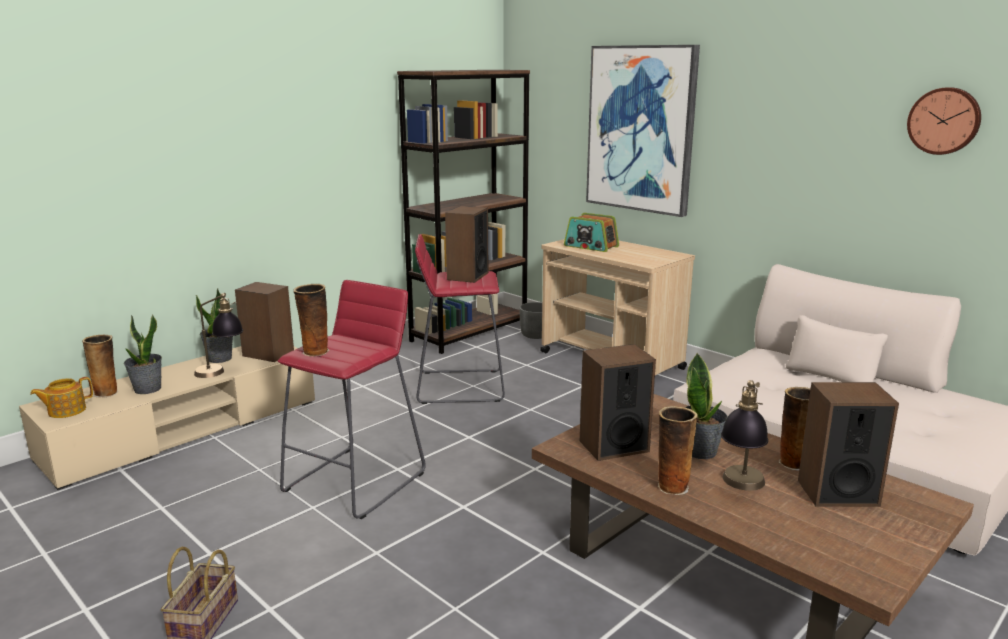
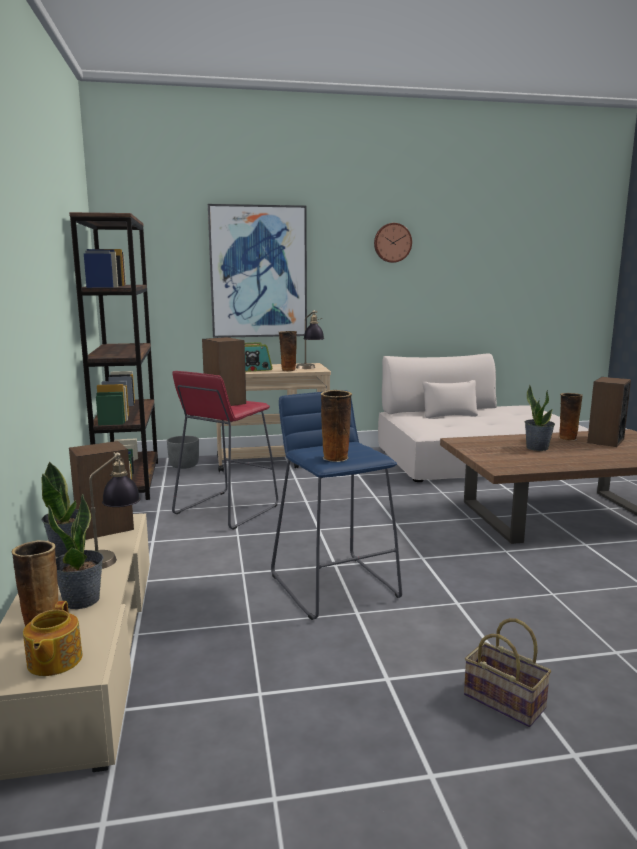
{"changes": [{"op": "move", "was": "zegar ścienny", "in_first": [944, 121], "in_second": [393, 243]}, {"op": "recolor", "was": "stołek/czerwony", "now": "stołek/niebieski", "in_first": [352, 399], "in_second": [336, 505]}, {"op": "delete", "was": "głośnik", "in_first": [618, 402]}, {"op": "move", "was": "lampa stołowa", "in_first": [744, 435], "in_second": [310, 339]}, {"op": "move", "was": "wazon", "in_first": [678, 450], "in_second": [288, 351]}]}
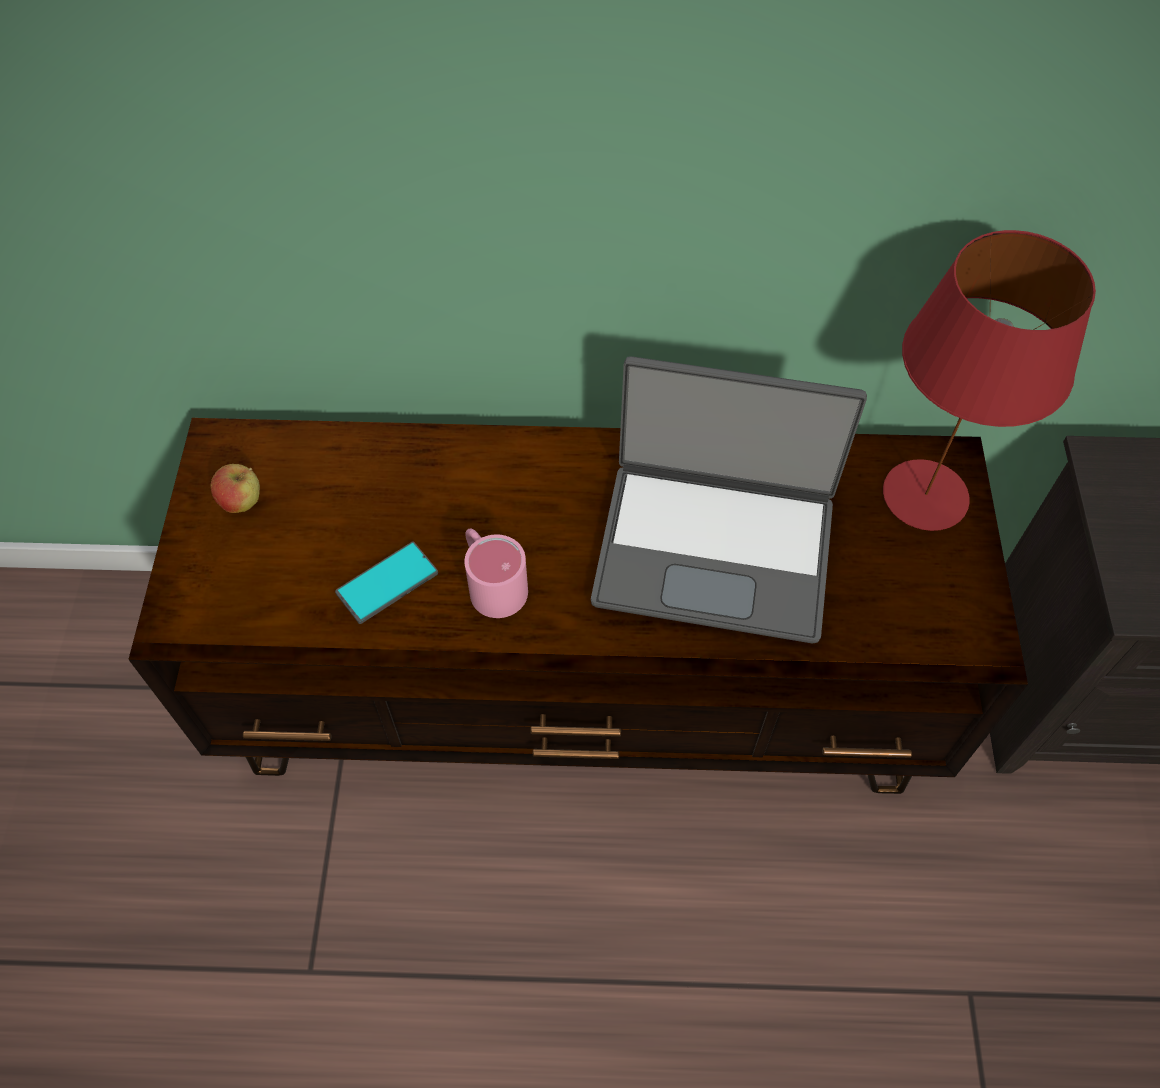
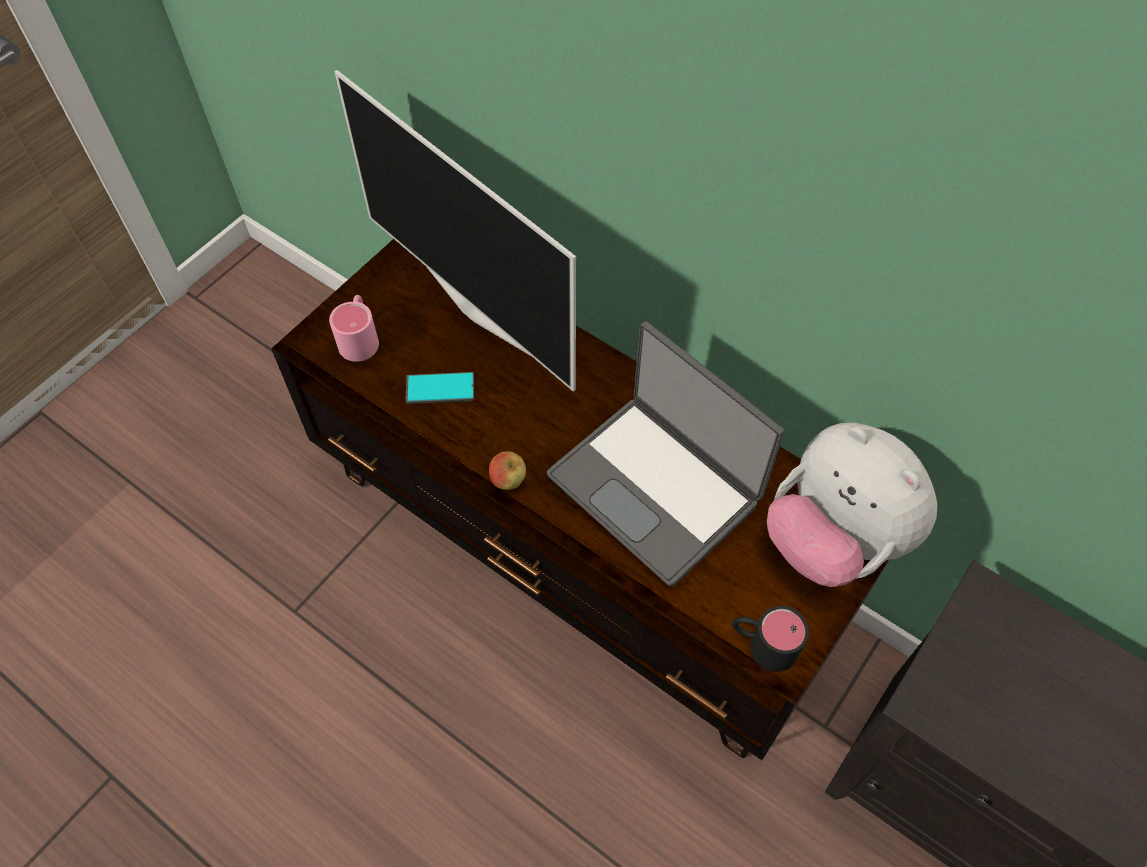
{"changes": [{"op": "replace", "was": "lampa stołowa/czerwony", "now": "pluszak", "in_first": [989, 380], "in_second": [852, 505]}, {"op": "move", "was": "jabłko", "in_first": [235, 488], "in_second": [507, 470]}, {"op": "move", "was": "kubek/różowy", "in_first": [496, 573], "in_second": [354, 328]}, {"op": "insert", "now": "telewizor", "in_second": [455, 231]}, {"op": "insert", "now": "kubek/czarny", "in_second": [770, 639]}]}
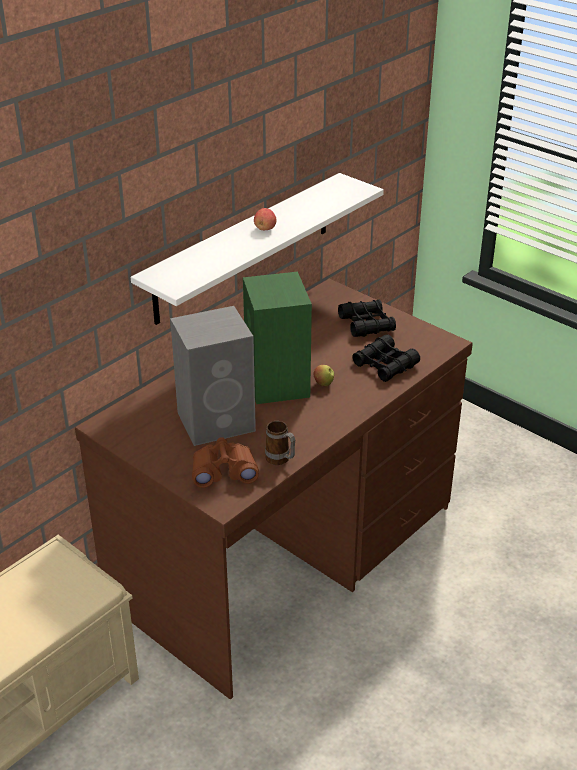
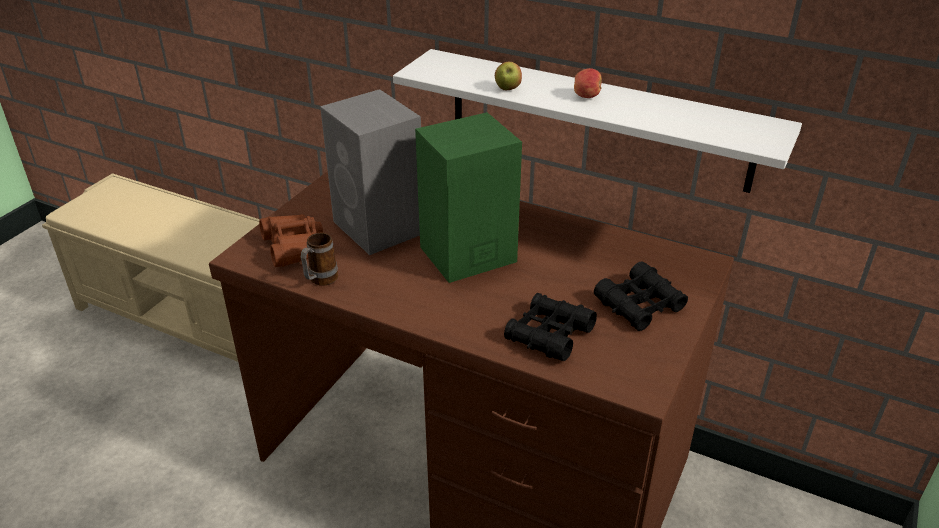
{"changes": [{"op": "move", "was": "jabłko", "in_first": [323, 375], "in_second": [508, 76]}]}
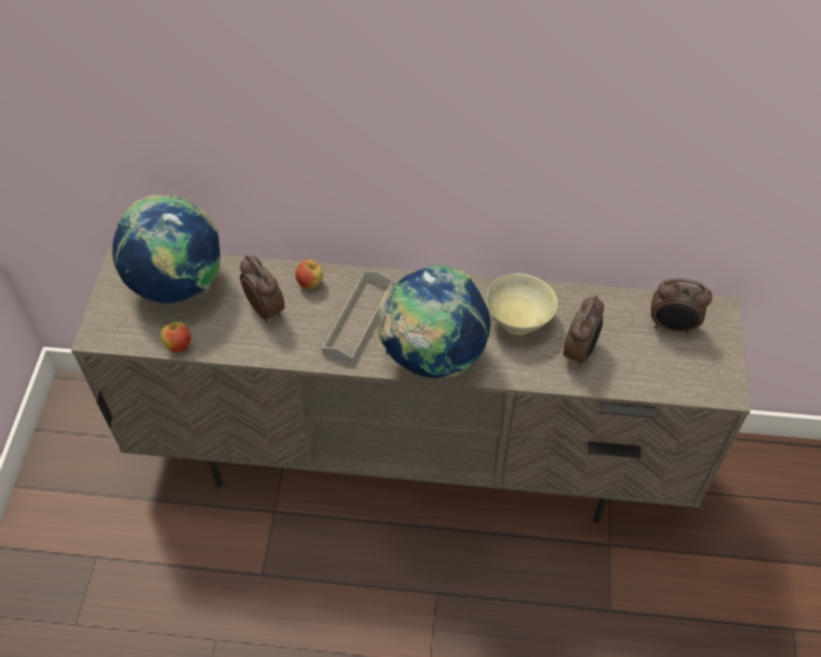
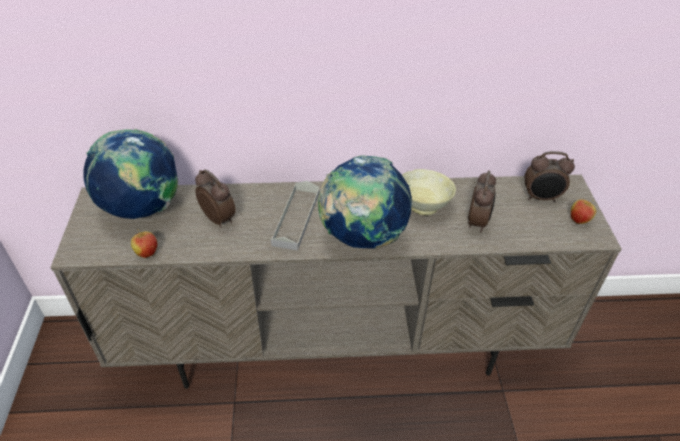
{"changes": [{"op": "move", "was": "jabłko", "in_first": [309, 274], "in_second": [583, 211]}]}
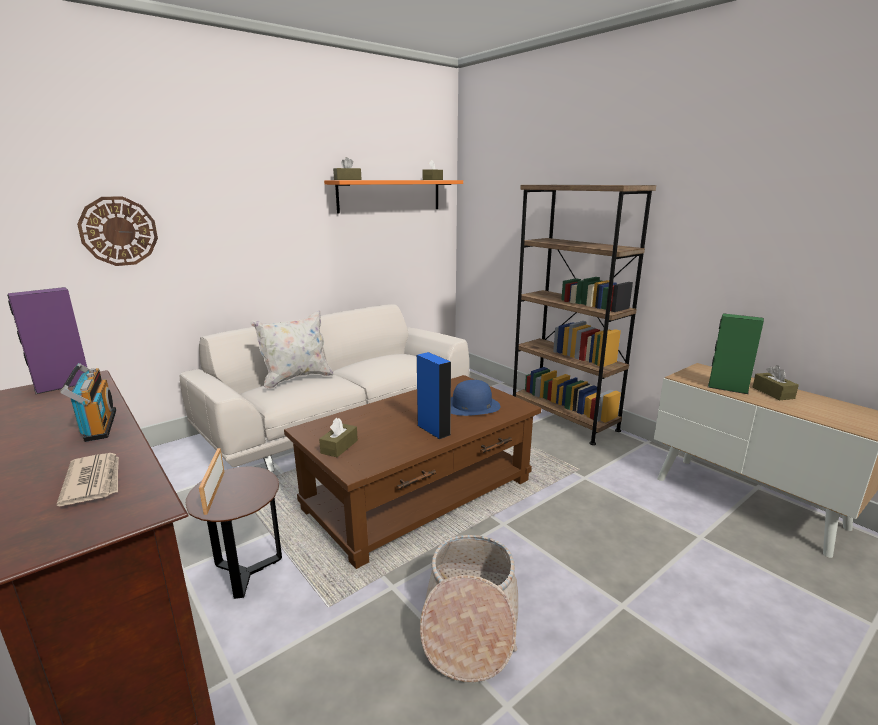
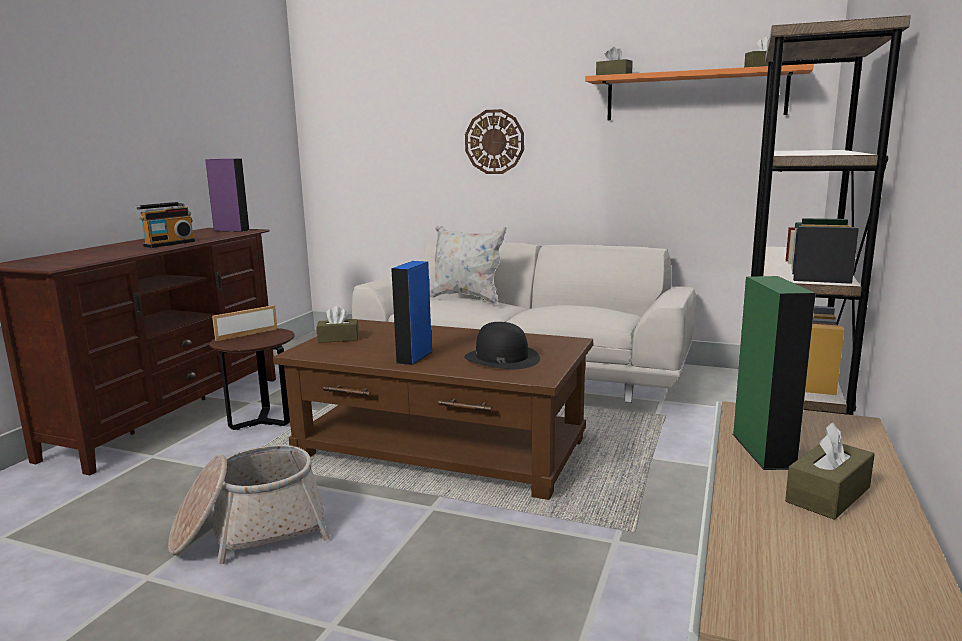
{"changes": [{"op": "move", "was": "zegar ścienny", "in_first": [117, 231], "in_second": [494, 141]}, {"op": "recolor", "was": "kapelusz/niebieski", "now": "kapelusz/czarny", "in_first": [476, 398], "in_second": [502, 345]}, {"op": "delete", "was": "gazeta", "in_first": [88, 479]}]}
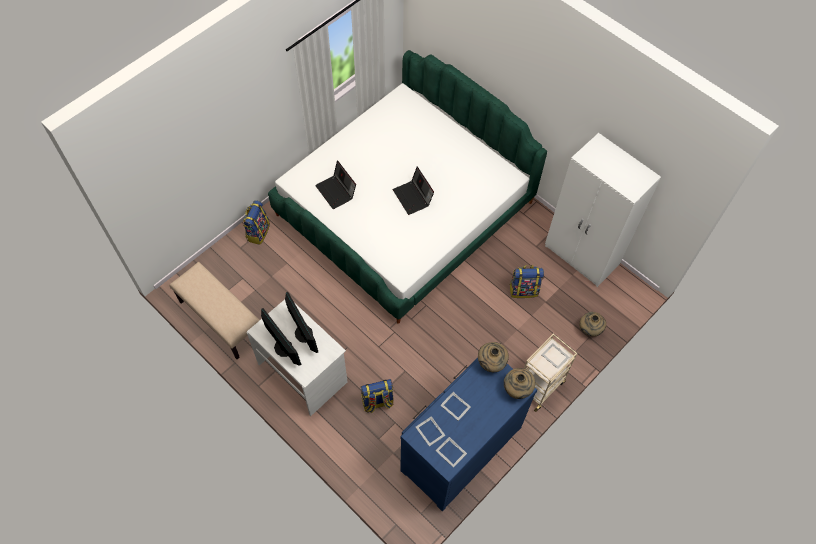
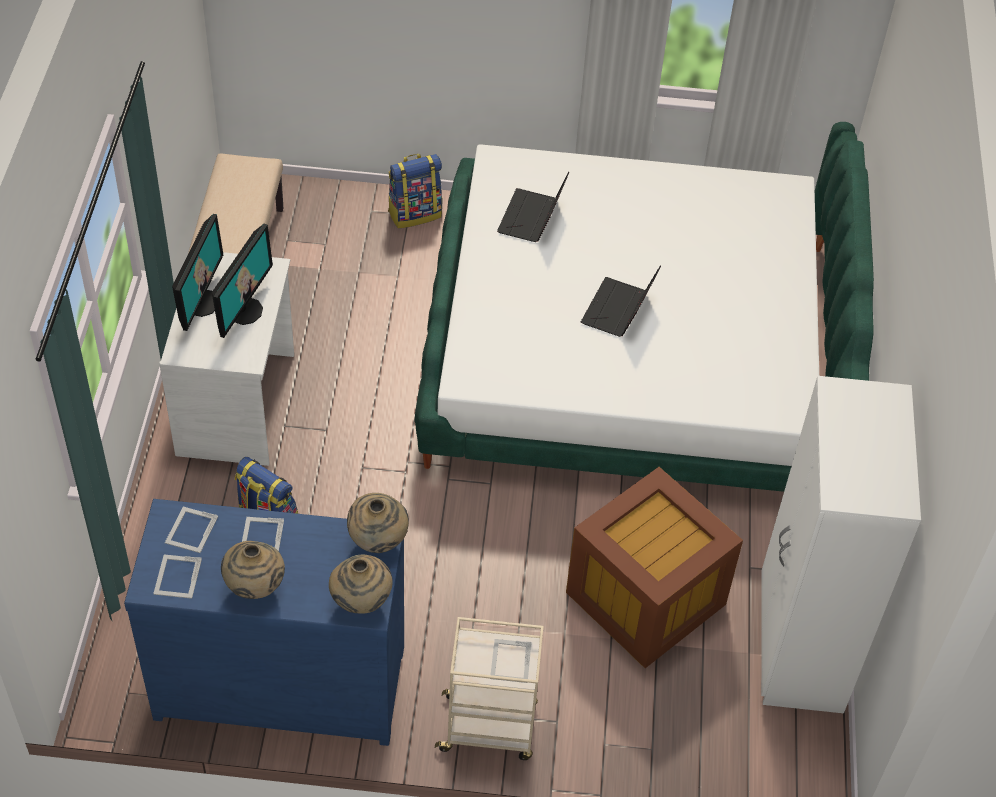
{"changes": [{"op": "replace", "was": "plecak", "now": "pojemnik do przechowywania/brązowy", "in_first": [527, 281], "in_second": [654, 567]}, {"op": "move", "was": "wazon/beżowy", "in_first": [592, 324], "in_second": [253, 570]}]}
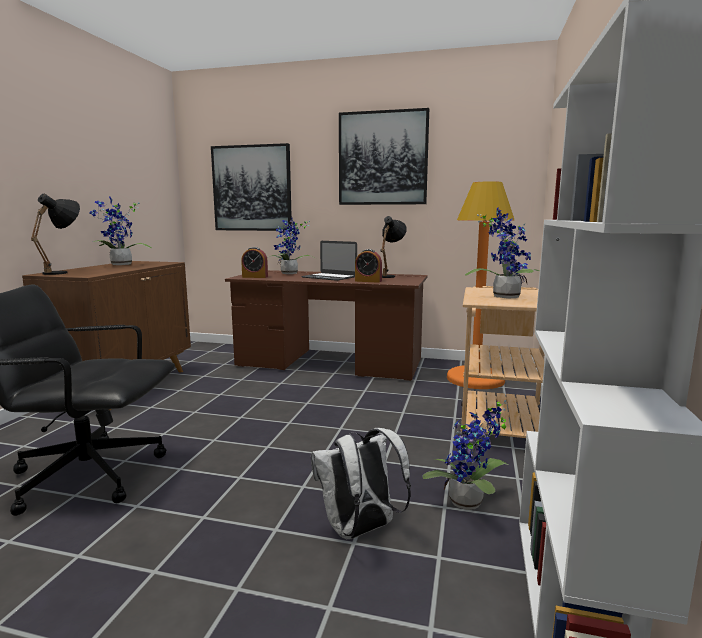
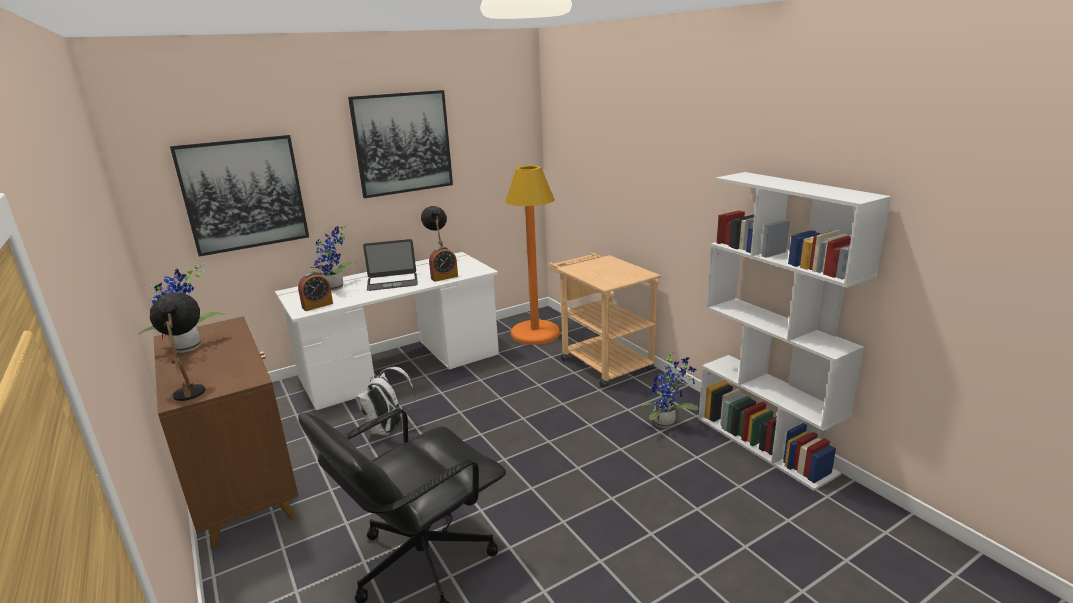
{"changes": [{"op": "delete", "was": "roślina doniczkowa", "in_first": [502, 253]}, {"op": "recolor", "was": "biurko/brązowy", "now": "biurko/biały", "in_first": [326, 325], "in_second": [387, 331]}, {"op": "move", "was": "plecak/biały", "in_first": [361, 483], "in_second": [386, 401]}]}
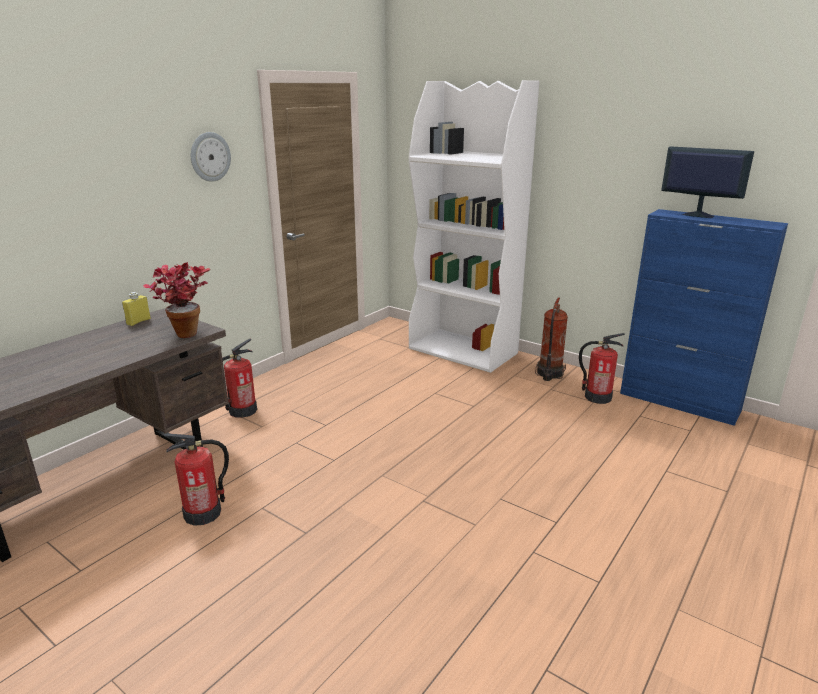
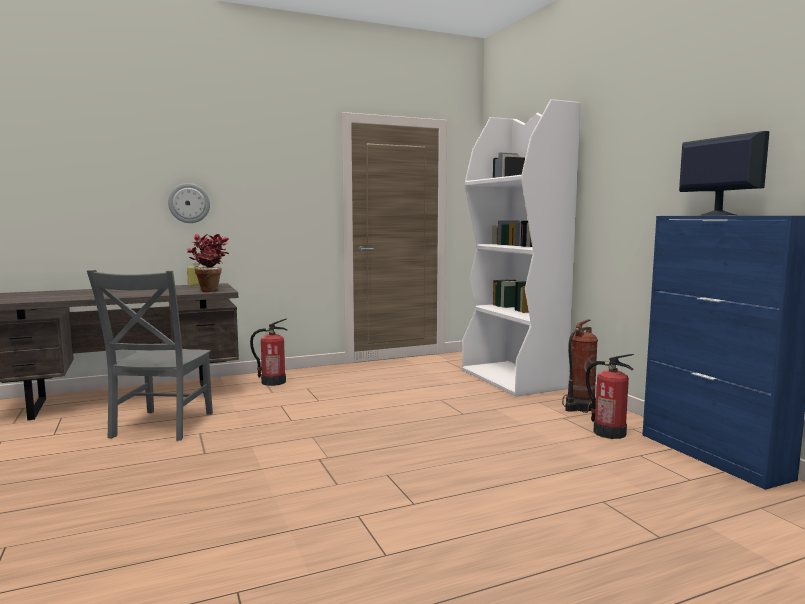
{"changes": [{"op": "move", "was": "zegar ścienny", "in_first": [211, 157], "in_second": [189, 203]}, {"op": "replace", "was": "gaśnica", "now": "krzesło/szary", "in_first": [196, 480], "in_second": [150, 355]}]}
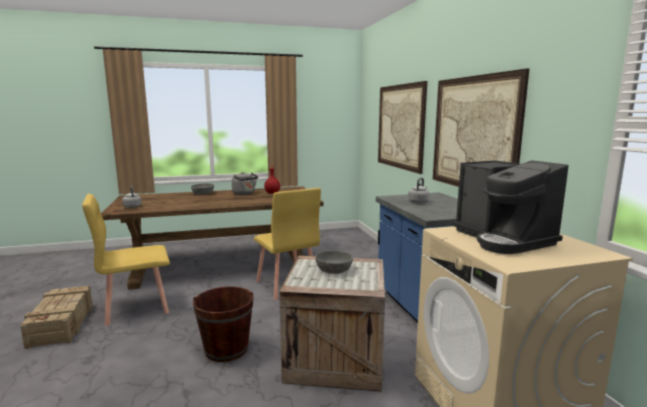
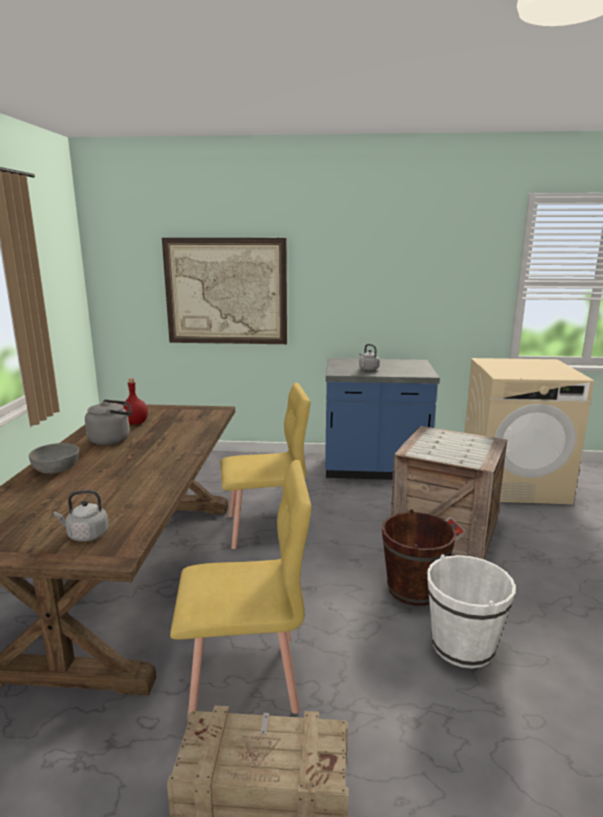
{"changes": [{"op": "delete", "was": "obraz", "in_first": [481, 127]}, {"op": "delete", "was": "ekspres do kawy", "in_first": [511, 207]}, {"op": "rotate", "was": "krzesło/żółty", "in_first": [126, 260], "in_second": [240, 590], "clockwise": -90}, {"op": "delete", "was": "miska/szary", "in_first": [334, 262]}, {"op": "insert", "now": "wiadro/biały", "in_second": [471, 611]}]}
